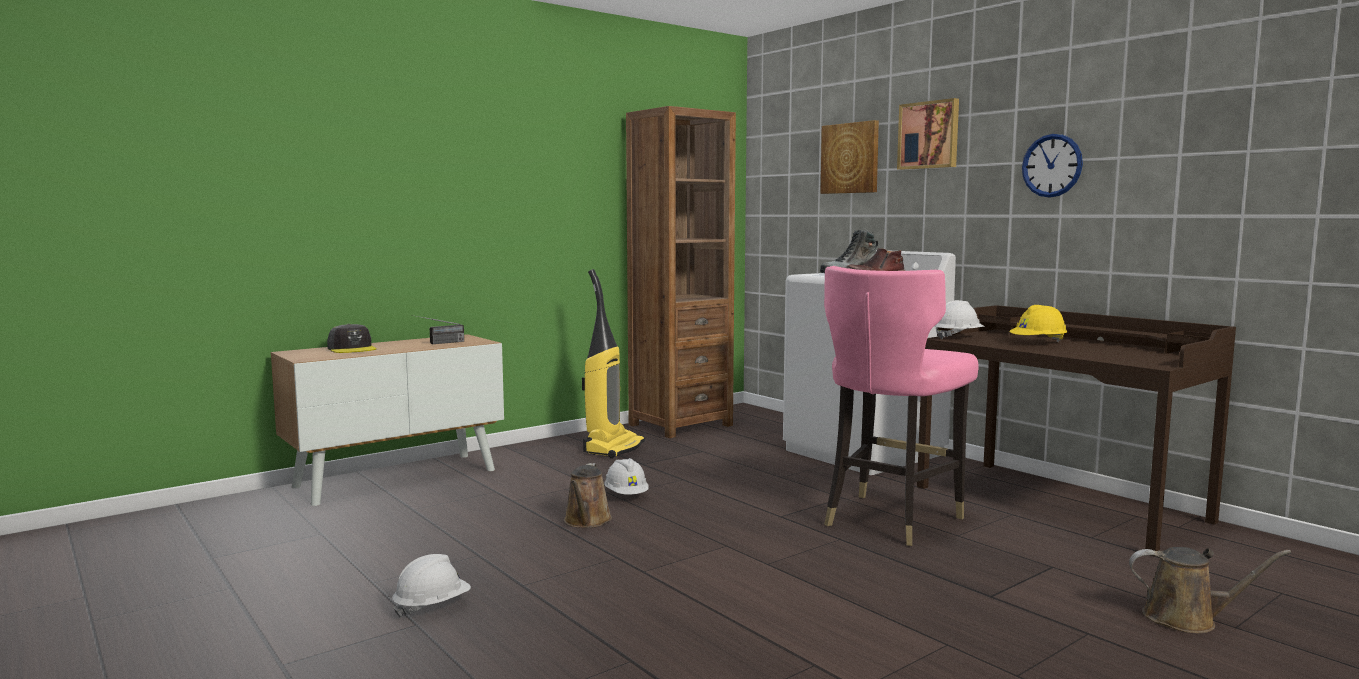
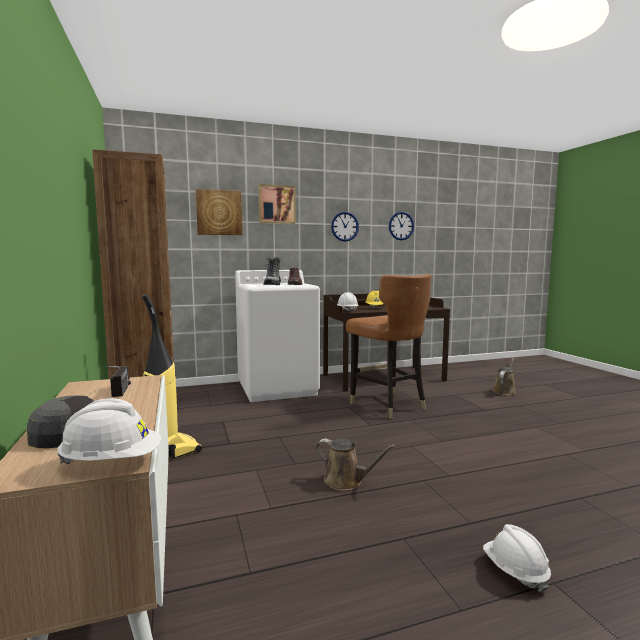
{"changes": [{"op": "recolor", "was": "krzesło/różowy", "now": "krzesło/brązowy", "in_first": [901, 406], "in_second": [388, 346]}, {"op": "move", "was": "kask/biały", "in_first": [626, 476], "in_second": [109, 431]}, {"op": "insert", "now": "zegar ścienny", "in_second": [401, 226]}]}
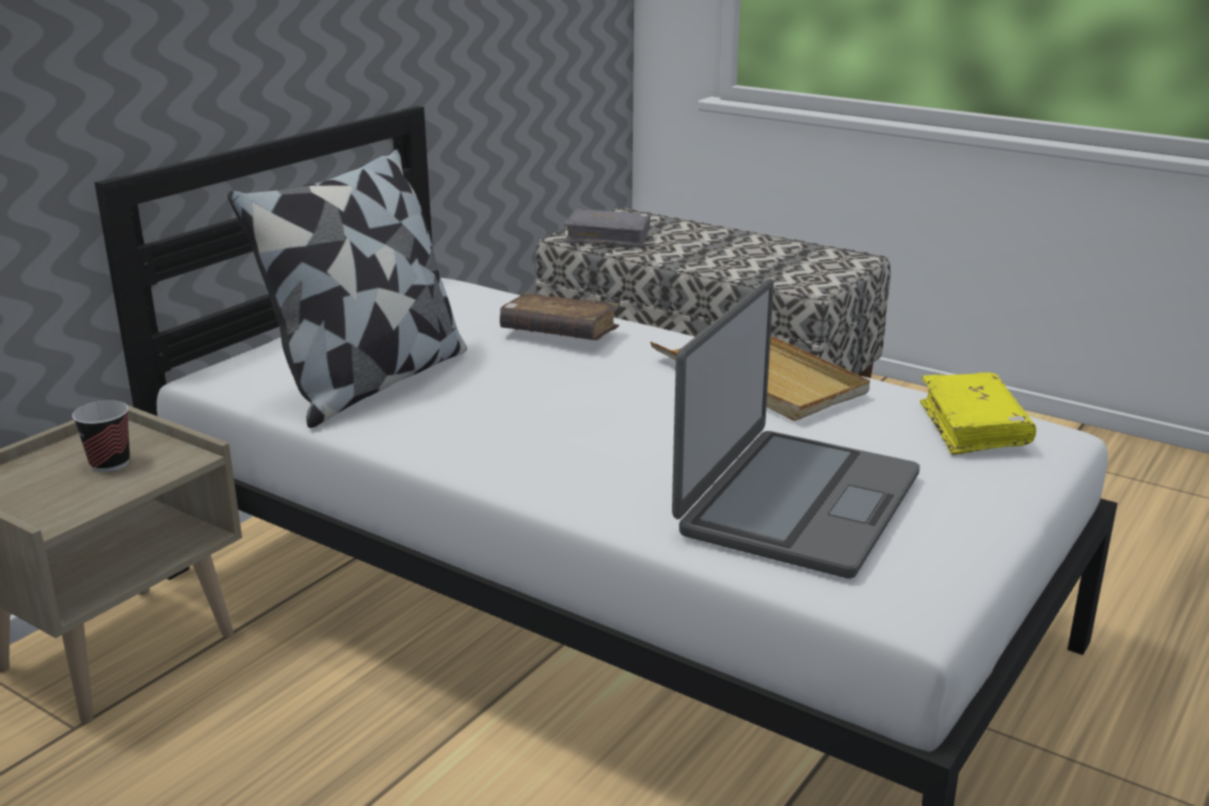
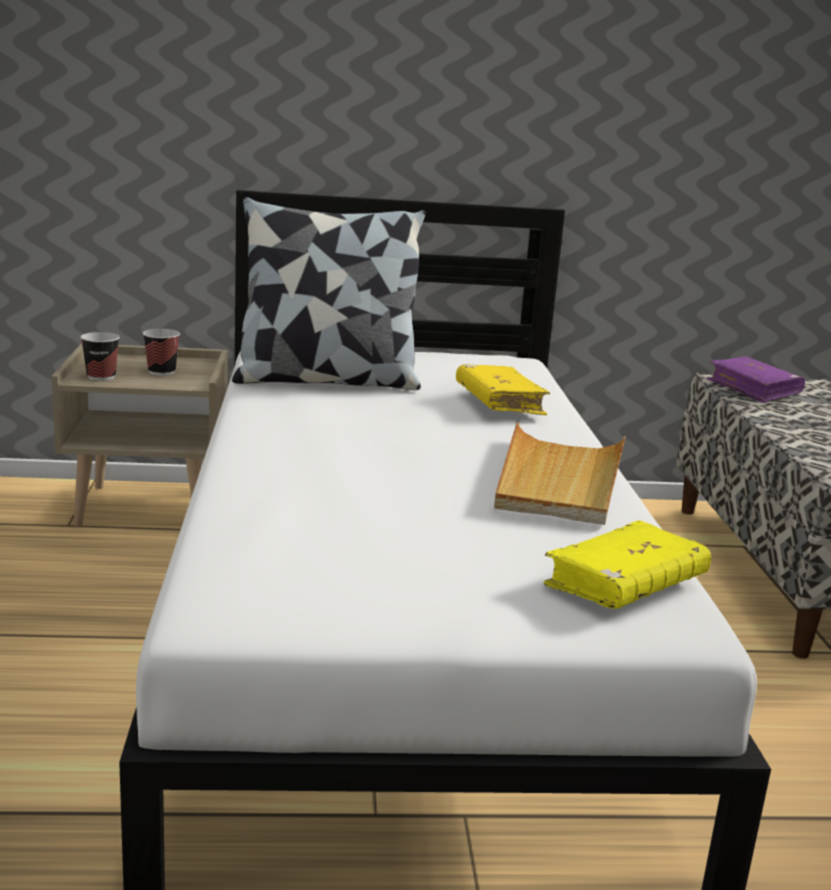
{"changes": [{"op": "recolor", "was": "książka/szary", "now": "książka/fioletowy", "in_first": [607, 228], "in_second": [756, 380]}, {"op": "delete", "was": "laptop", "in_first": [796, 429]}, {"op": "recolor", "was": "książka/brązowy", "now": "książka/żółty", "in_first": [559, 316], "in_second": [503, 389]}, {"op": "insert", "now": "filiżanka", "in_second": [100, 356]}]}
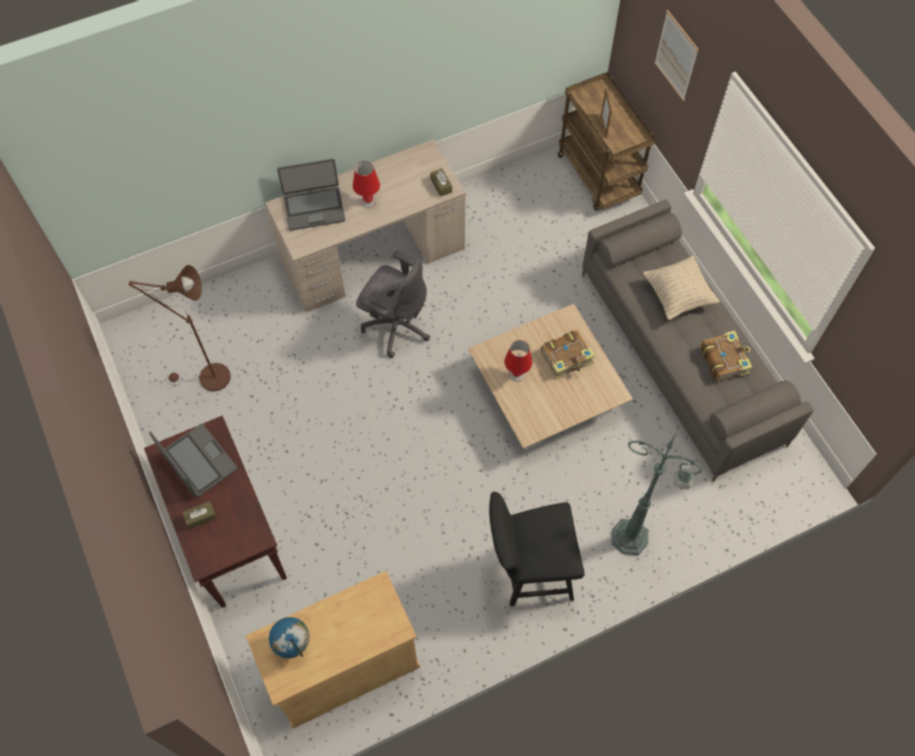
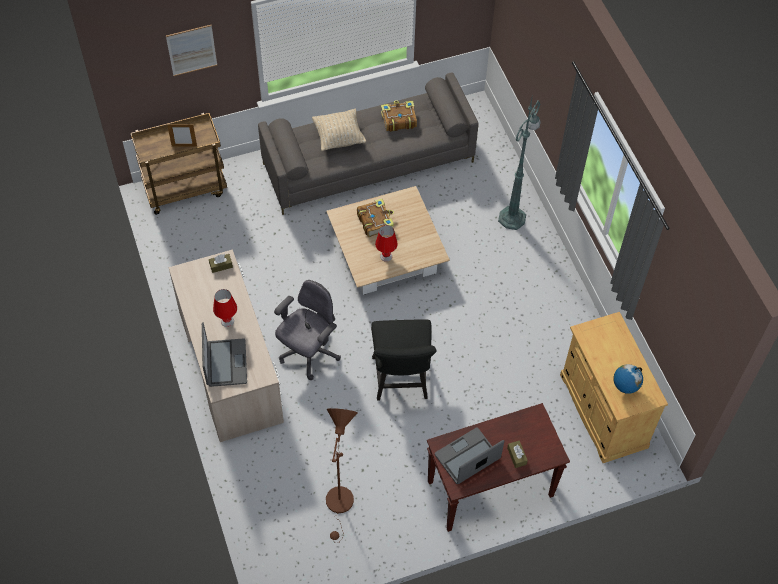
{"changes": [{"op": "move", "was": "krzesło/czarny", "in_first": [537, 549], "in_second": [404, 360]}]}
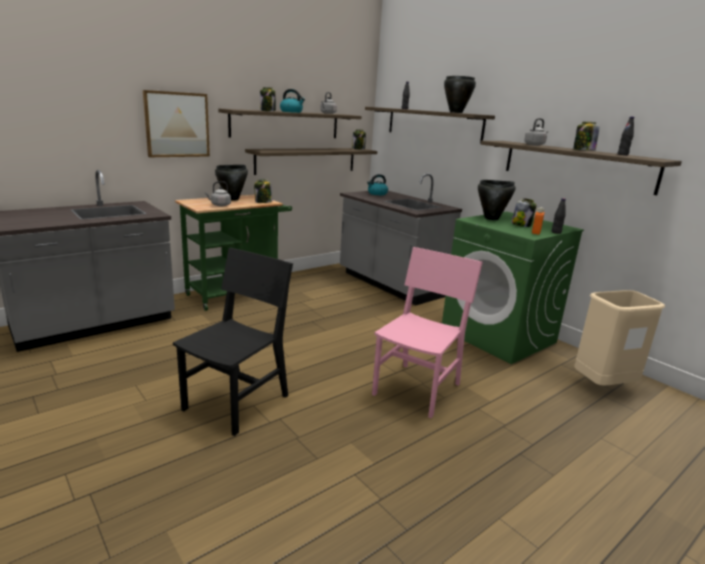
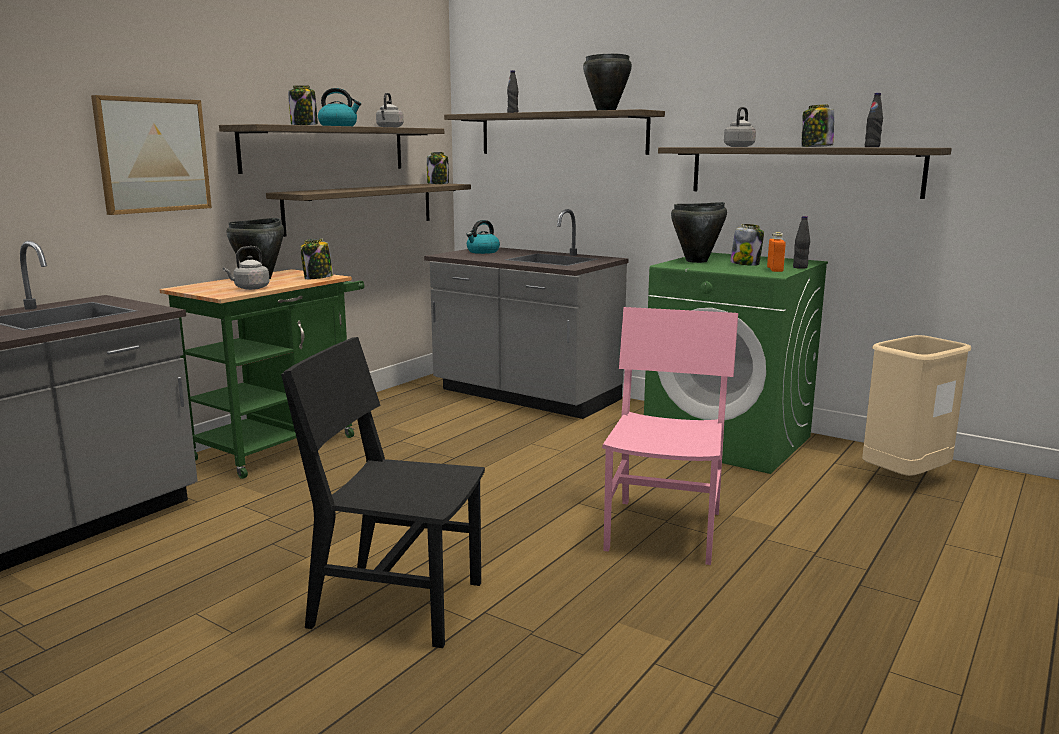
{"changes": [{"op": "rotate", "was": "krzesło/czarny", "in_first": [233, 342], "in_second": [383, 492], "clockwise": -90}]}
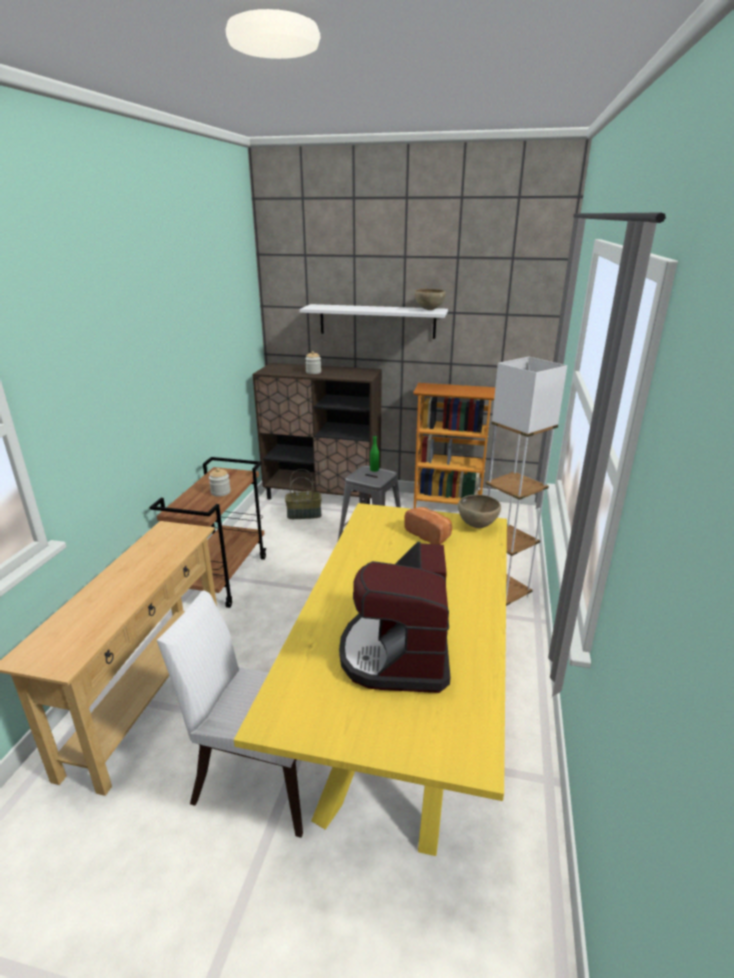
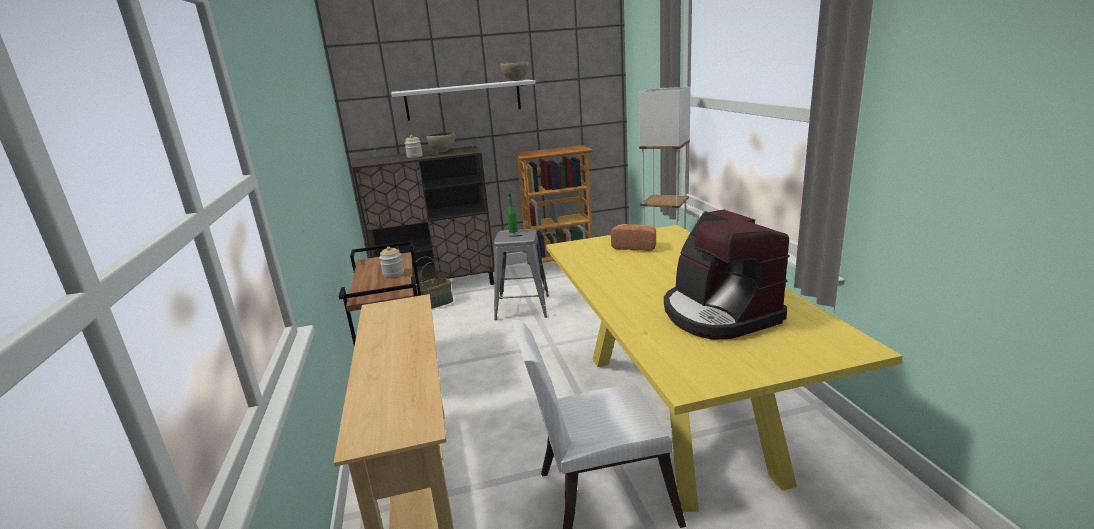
{"changes": [{"op": "move", "was": "miska/brązowy", "in_first": [479, 511], "in_second": [440, 142]}]}
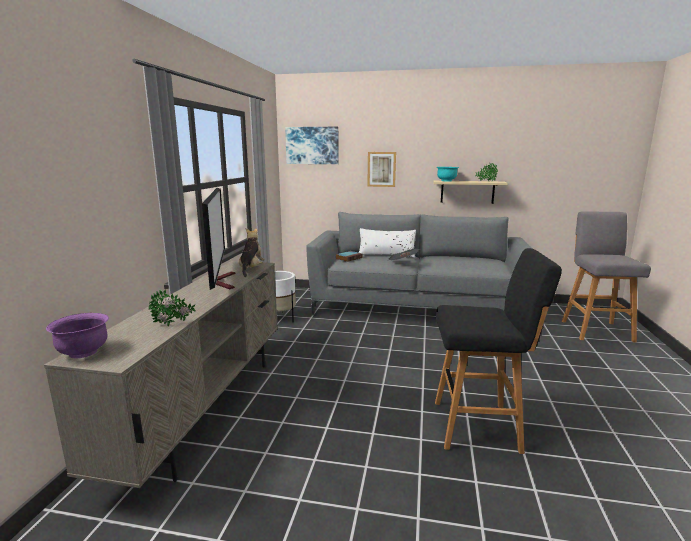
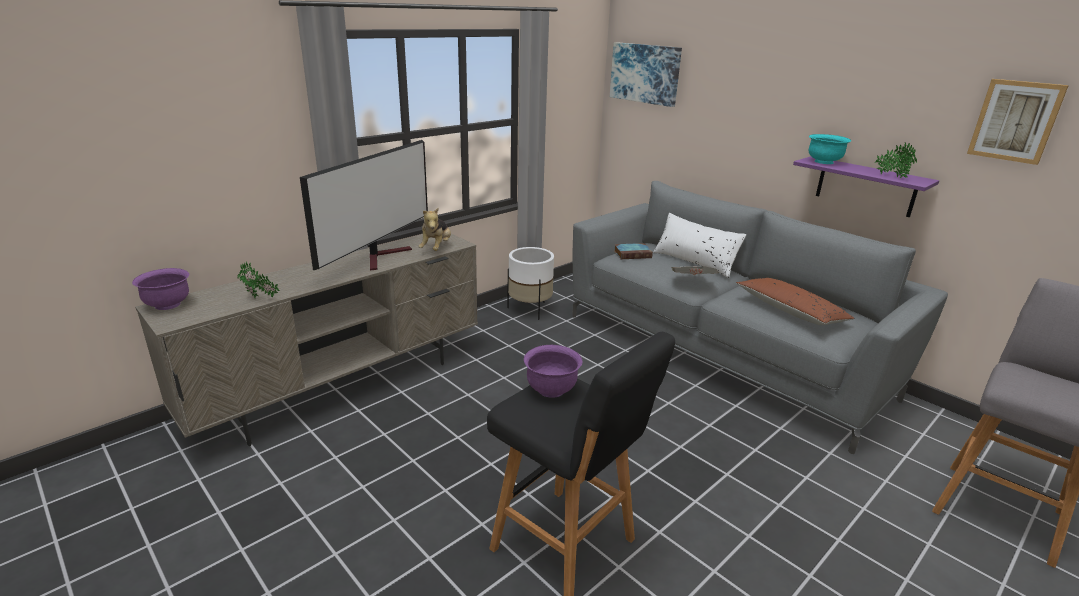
{"changes": [{"op": "move", "was": "obraz", "in_first": [381, 169], "in_second": [1018, 122]}, {"op": "recolor", "was": "półka/beżowy", "now": "półka/fioletowy", "in_first": [470, 192], "in_second": [866, 187]}, {"op": "rotate", "was": "pluszak", "in_first": [252, 252], "in_second": [434, 229], "clockwise": 150}, {"op": "insert", "now": "poduszka/brązowy", "in_second": [795, 301]}, {"op": "insert", "now": "miska/fioletowy", "in_second": [553, 371]}]}
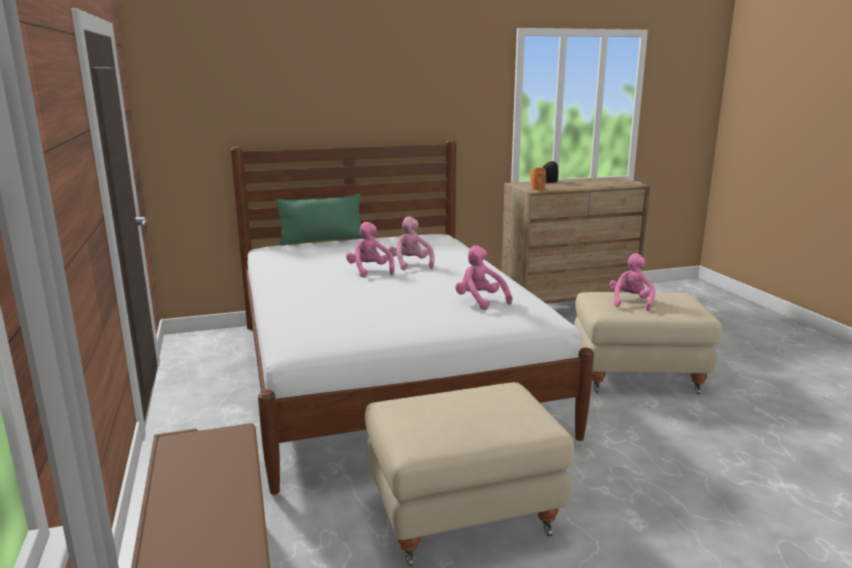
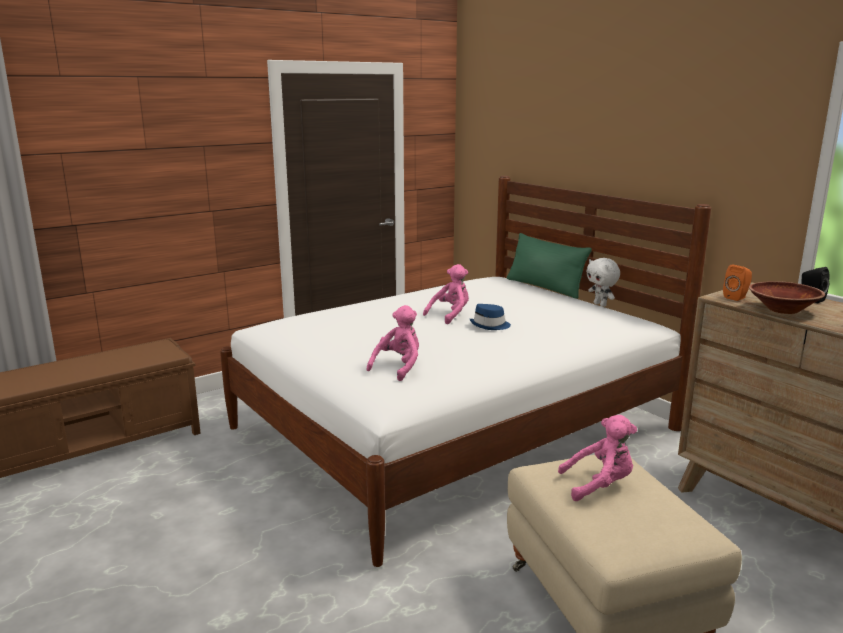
{"changes": [{"op": "replace", "was": "pluszak/różowy", "now": "kapelusz/niebieski", "in_first": [411, 243], "in_second": [490, 317]}, {"op": "delete", "was": "pufa/beżowy", "in_first": [469, 474]}, {"op": "insert", "now": "pluszak/biały", "in_second": [603, 282]}, {"op": "insert", "now": "miska/brązowy", "in_second": [787, 297]}]}
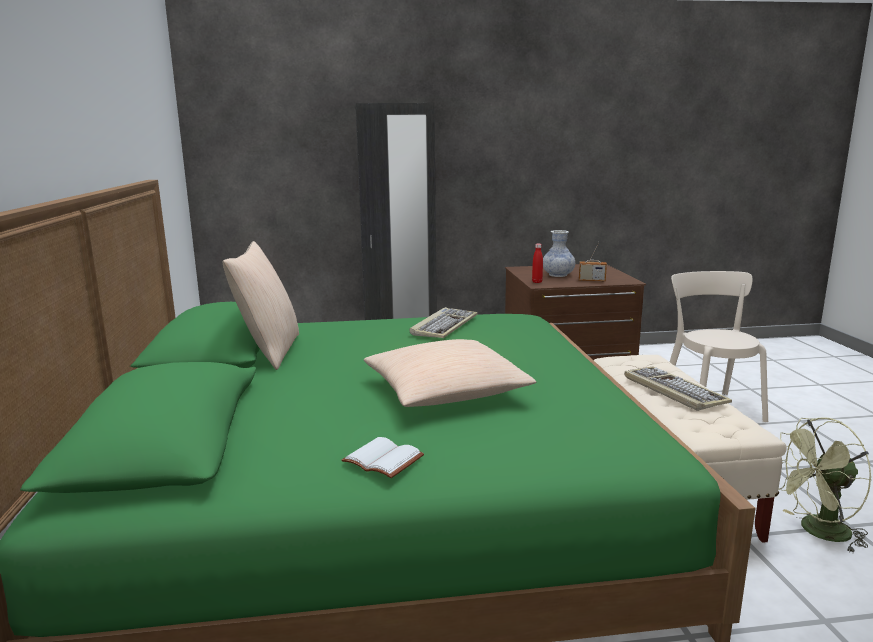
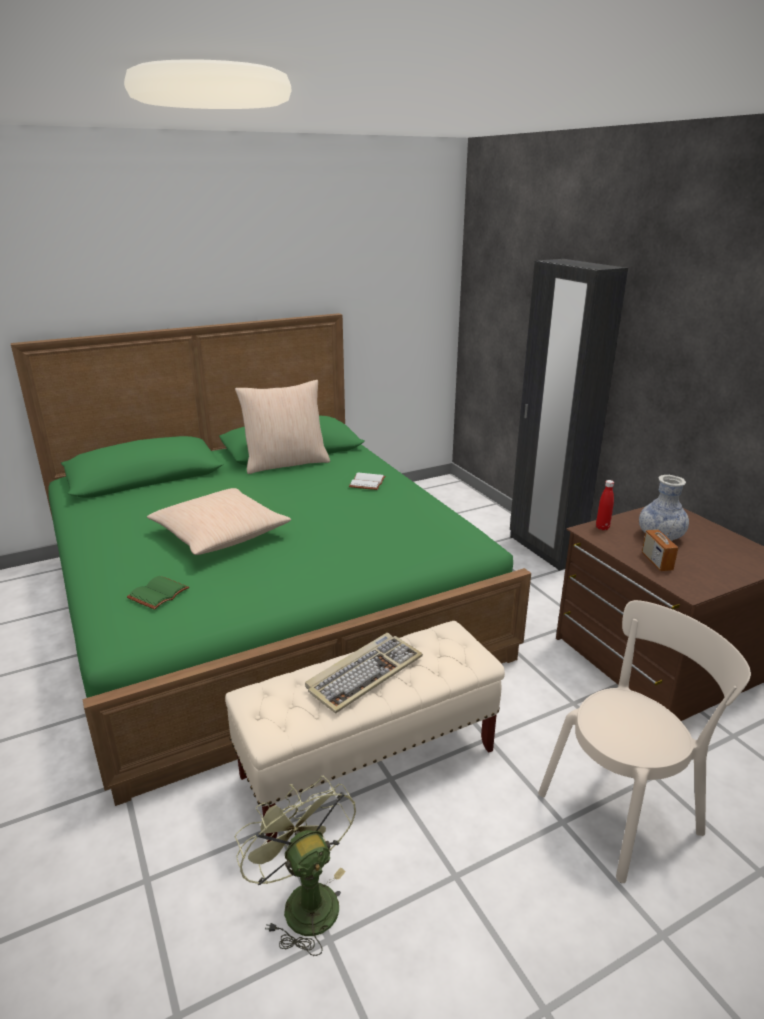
{"changes": [{"op": "delete", "was": "klawiatura", "in_first": [443, 322]}, {"op": "move", "was": "książka/biały", "in_first": [382, 457], "in_second": [367, 481]}, {"op": "insert", "now": "książka/zielony", "in_second": [158, 593]}]}
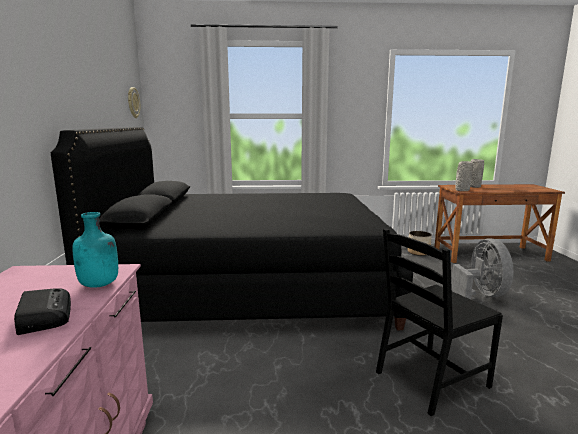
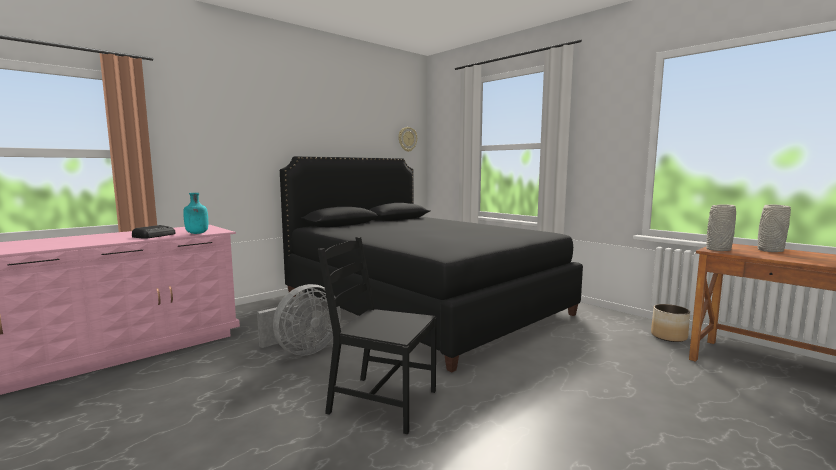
{"changes": [{"op": "move", "was": "wentylator/szary", "in_first": [482, 268], "in_second": [299, 319]}]}
